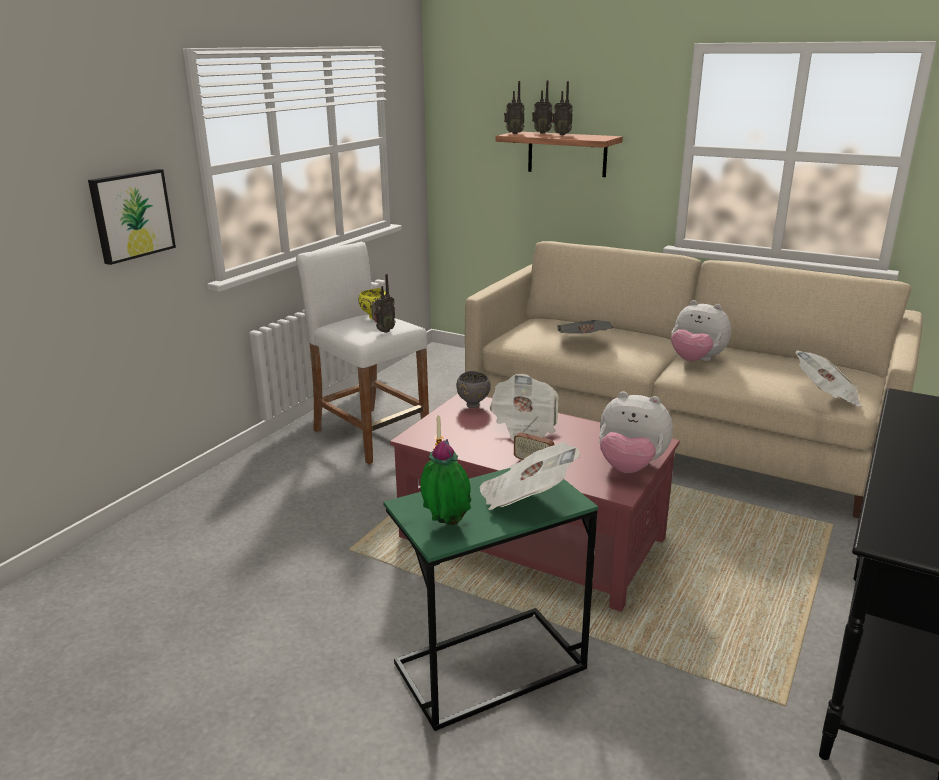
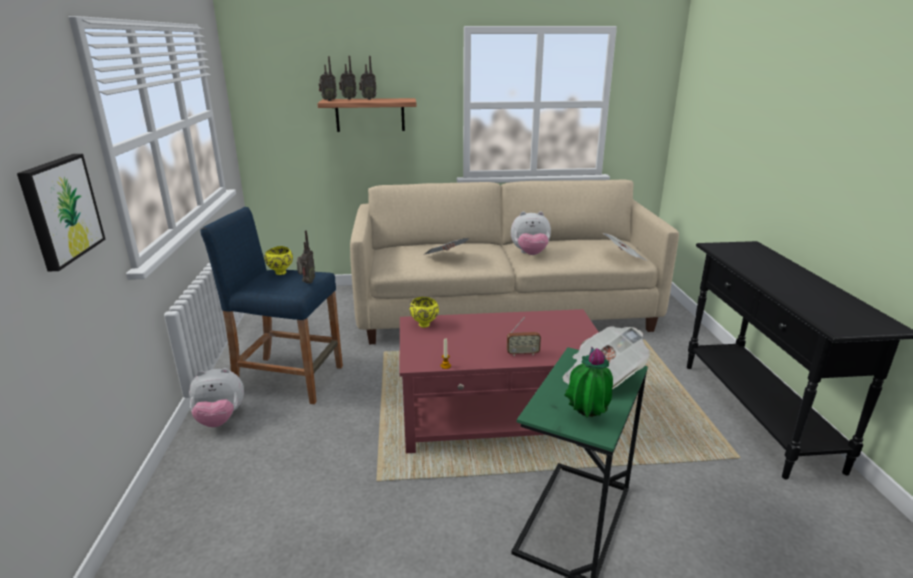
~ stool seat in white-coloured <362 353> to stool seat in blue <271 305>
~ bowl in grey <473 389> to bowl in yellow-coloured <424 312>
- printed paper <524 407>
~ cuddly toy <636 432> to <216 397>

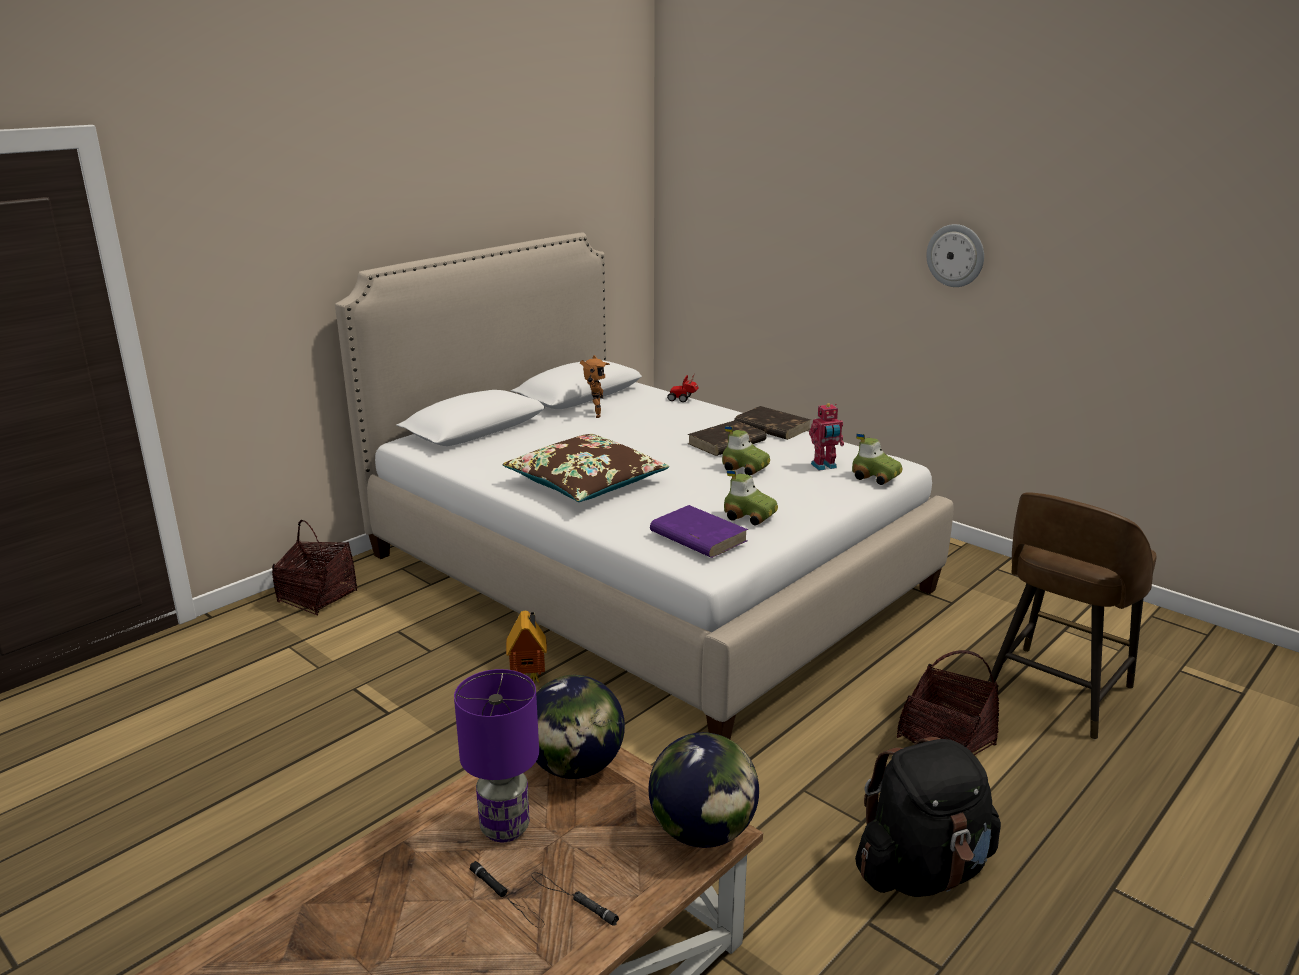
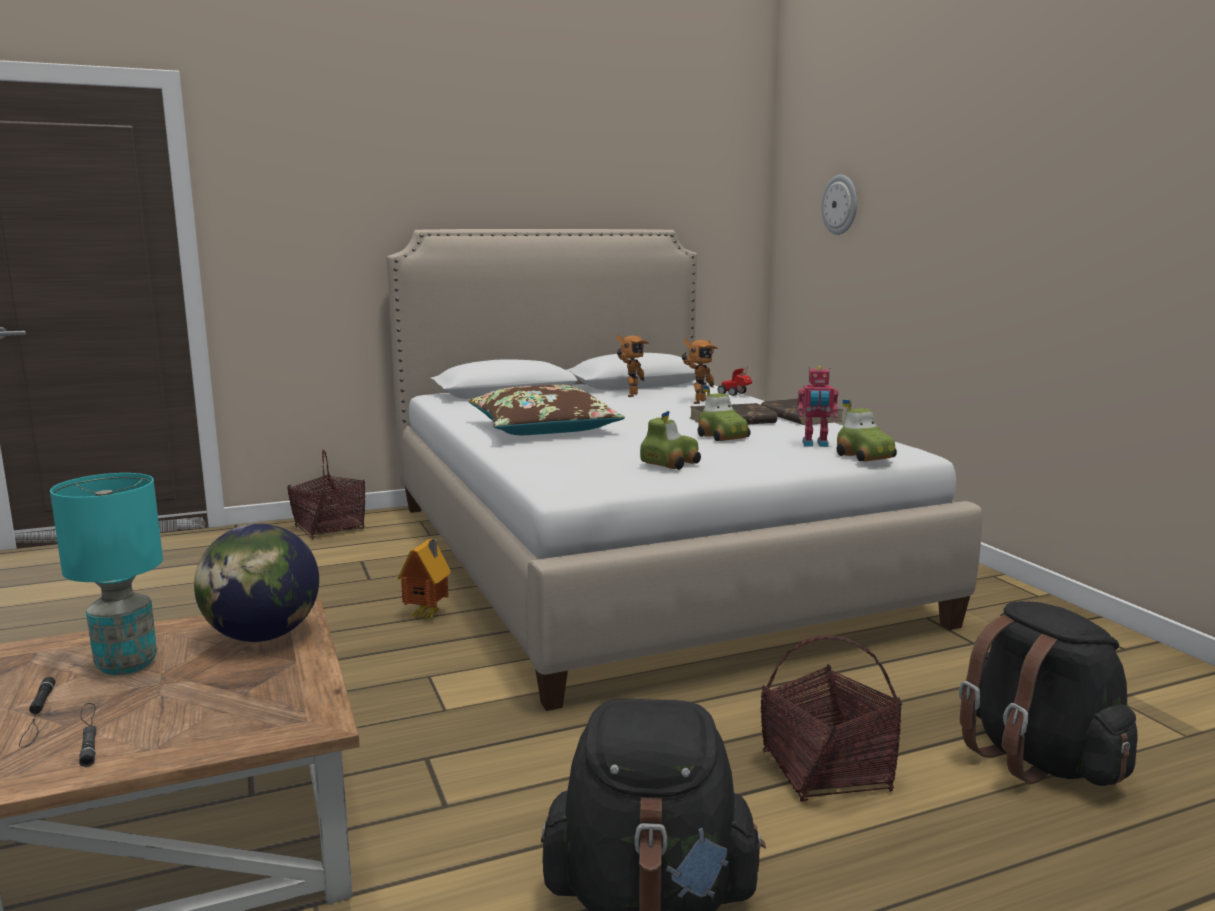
~ table lamp in purplish <496 755> to table lamp in turquoise <106 574>
- world globe <704 790>
- book in purplish <699 531>
~ model car <751 498> = <670 440> 105 degrees counterclockwise
~ hanging clock <955 255> to <839 205>
~ stool seat in brown <1070 615> to rucksack in black-coloured <1048 693>
+ model robot <700 371>

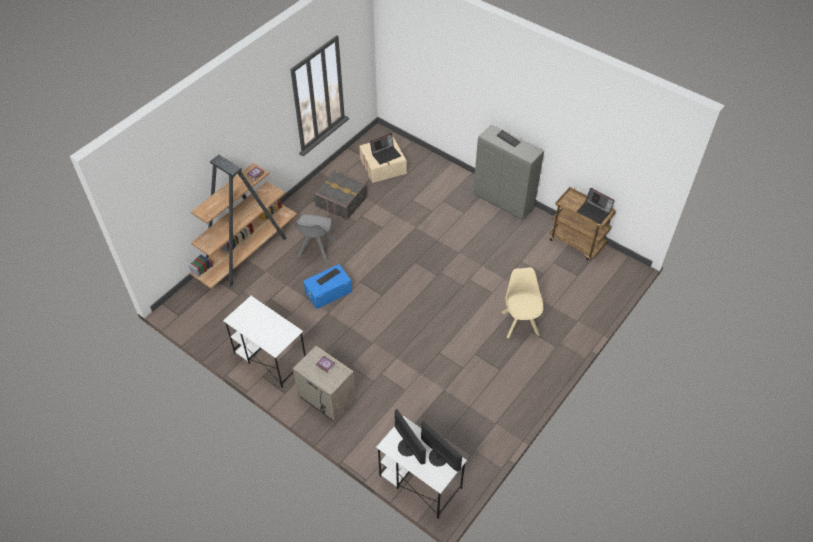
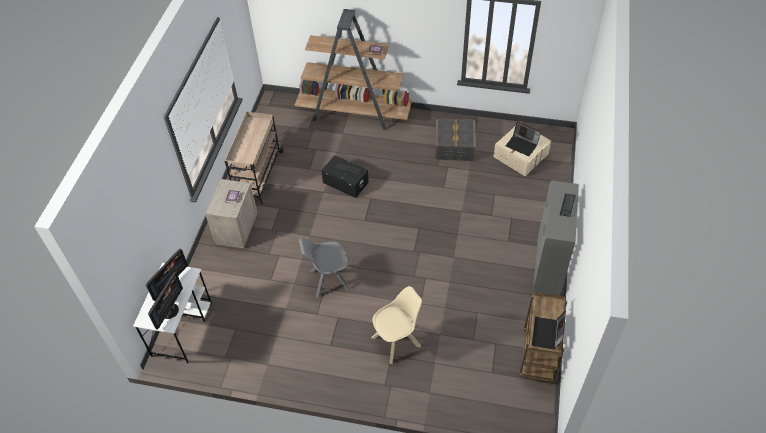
~ desk in white-coloured <264 342> to cart in sand-coloured <254 158>
~ chair in grey <315 238> to <324 267>
~ storage box in blue <327 286> to storage box in black-coloured <345 176>

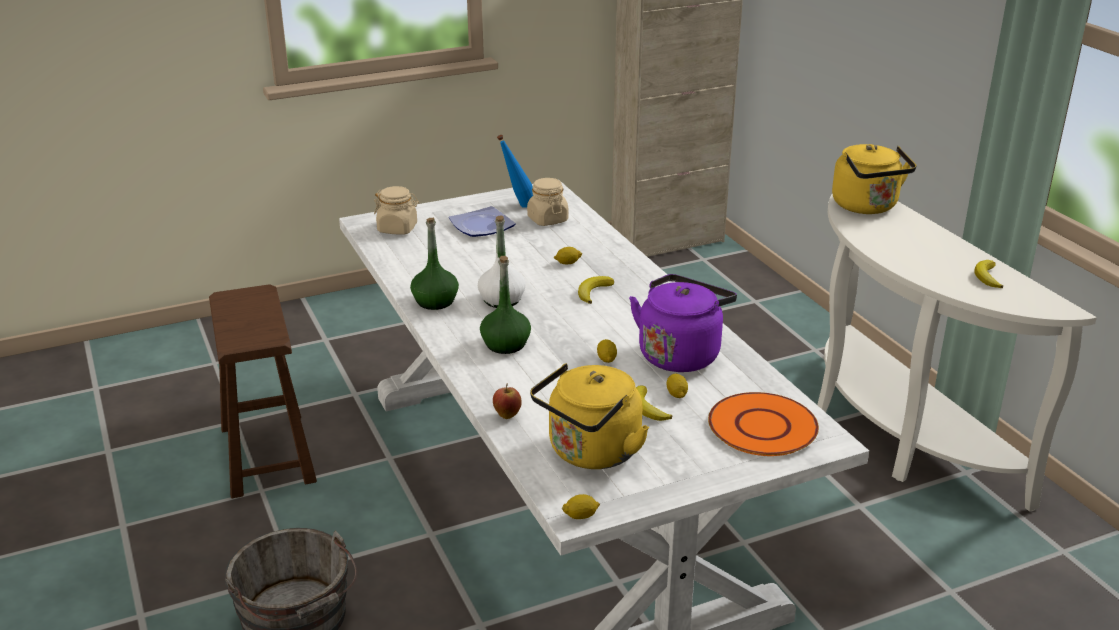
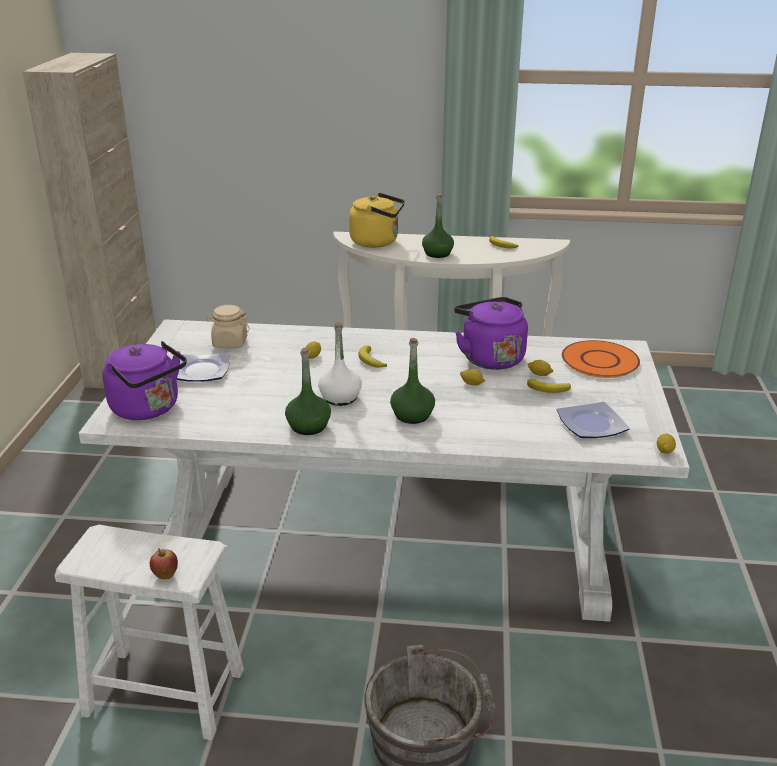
~ stool seat in brown <263 391> to stool seat in white-coloured <149 632>
~ storage jar in sand-coloured <396 210> to water kettle in purplish <145 380>
~ apple <507 401> to <164 563>
- beverage bottle in blue <515 171>
~ water kettle in yellow-coloured <589 416> to flat dish <593 420>
+ beverage bottle in green-coloured <438 226>

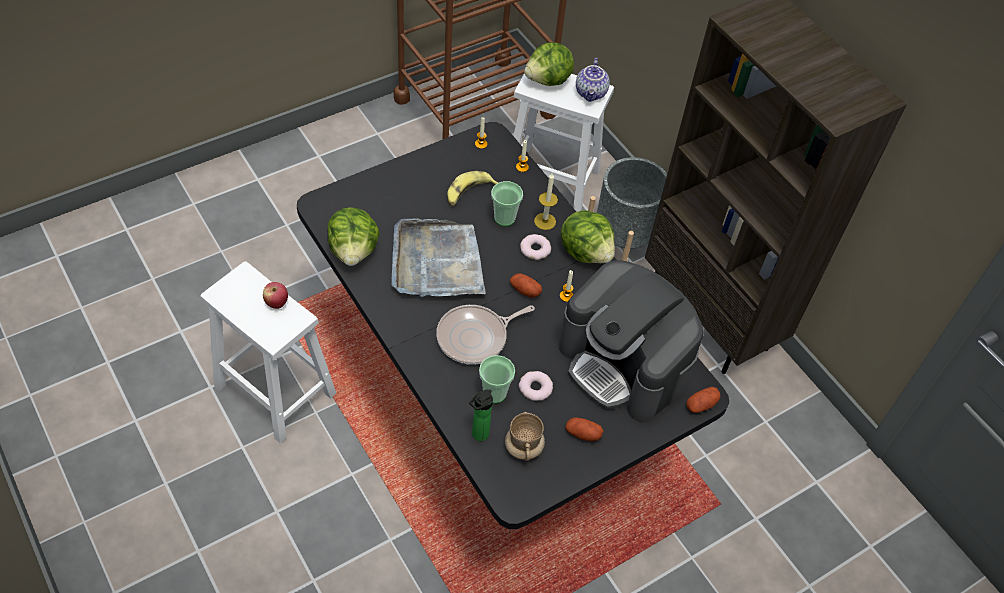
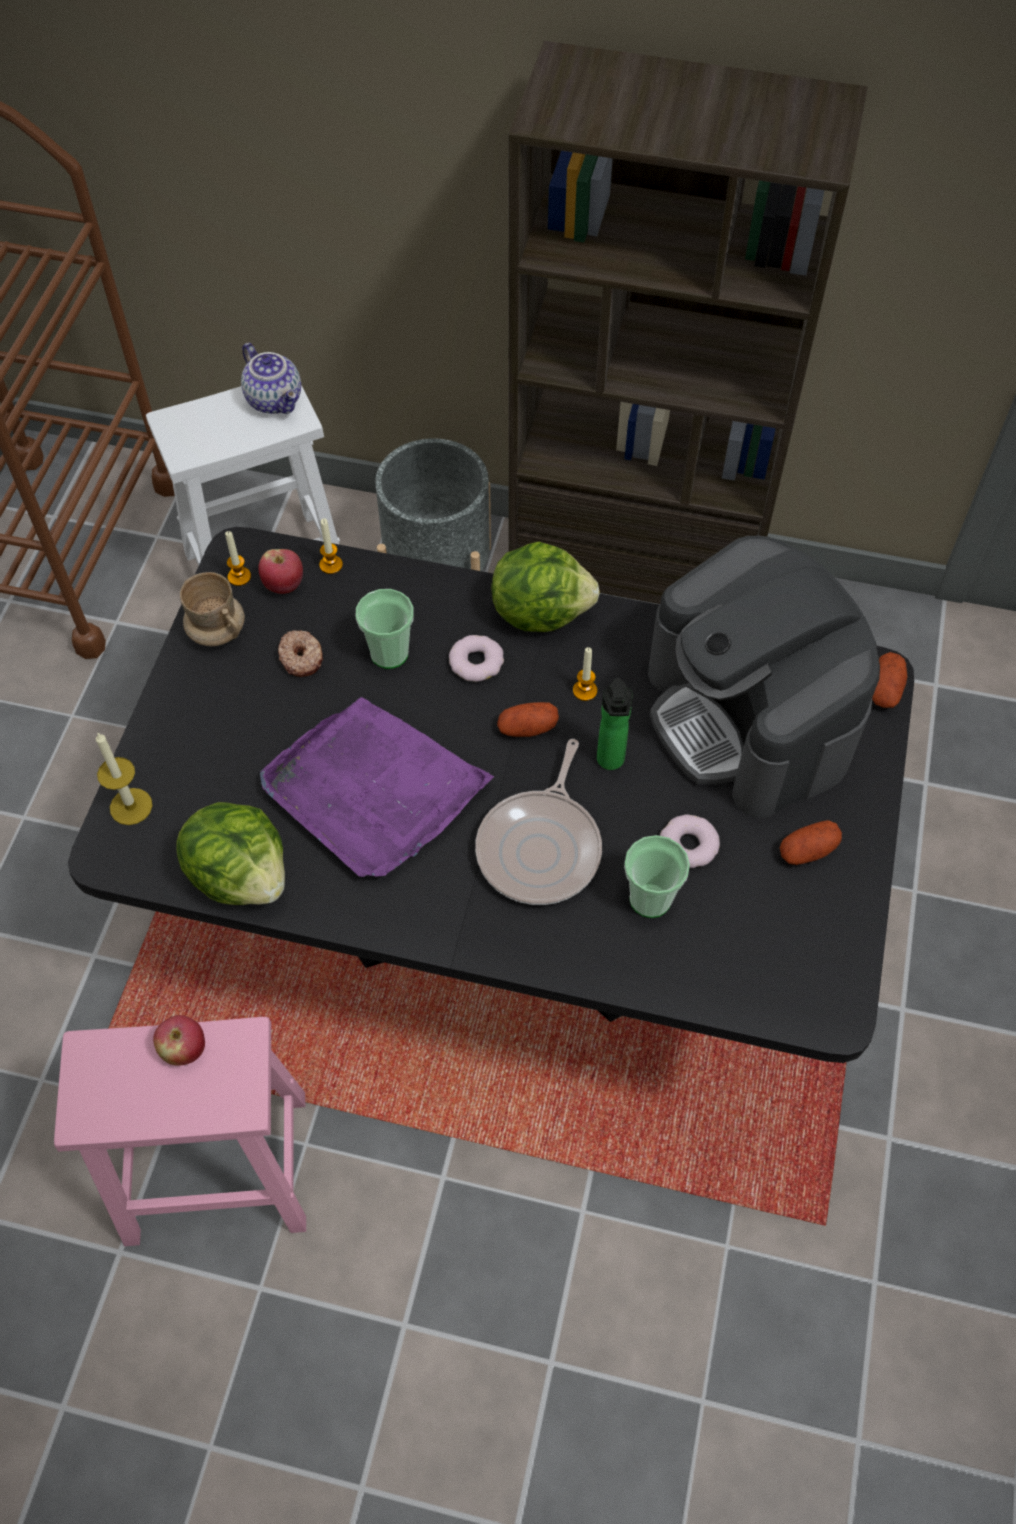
~ stool seat in white-coloured <268 352> to stool seat in pinkish <180 1131>
~ serving tray in grey <438 258> to serving tray in purplish <377 787>
~ banana <473 188> to donut <300 653>
~ beverage bottle <481 415> to <615 723>
~ coffee mug in sand-coloured <525 436> to <212 609>
- lettuce <549 64>
~ candle <546 201> to <124 778>
~ coffee maker <631 341> = <764 677> 60 degrees clockwise
+ apple <280 571>

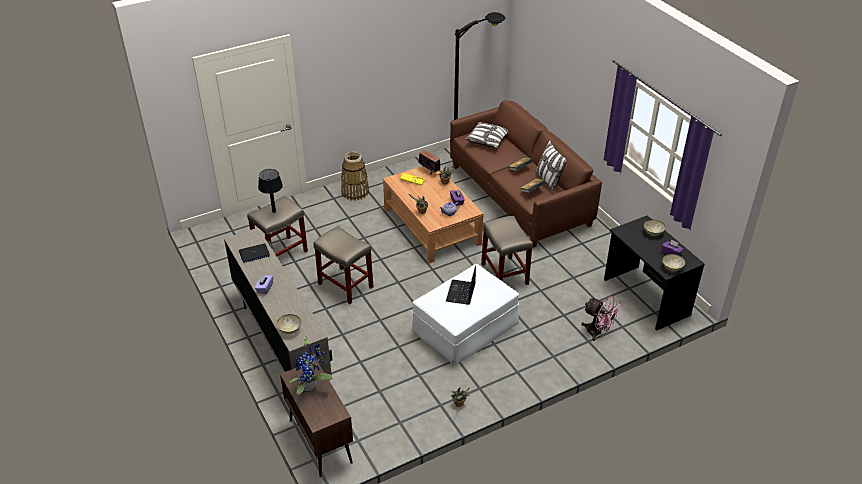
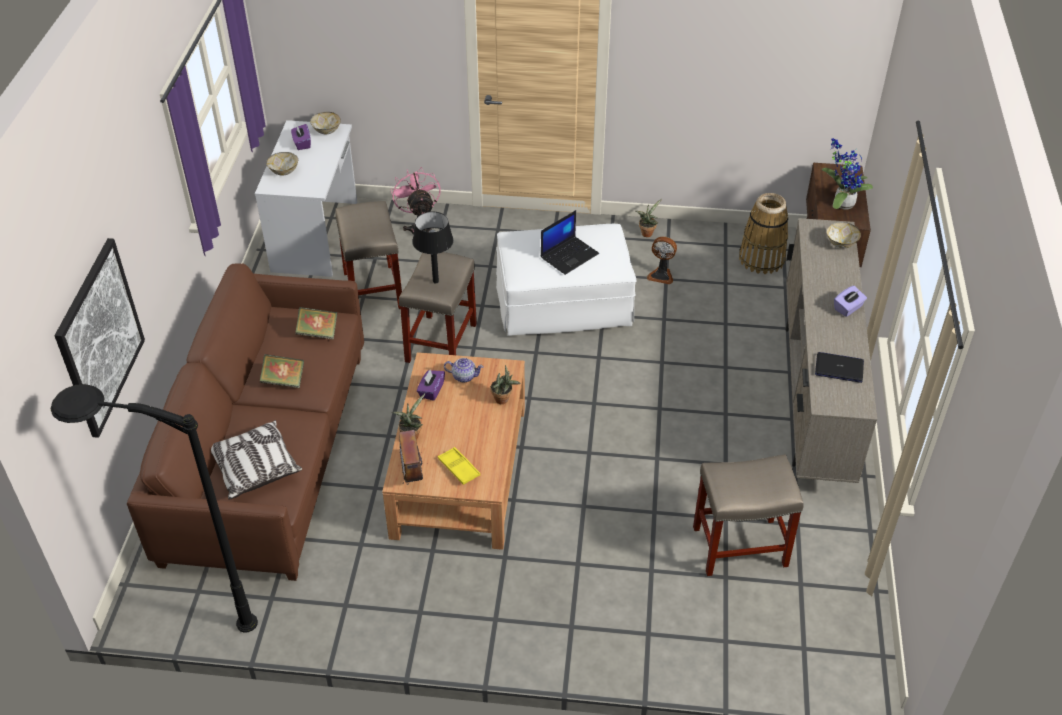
~ table lamp in black-coloured <270 191> to <432 247>
~ stool seat in sand-coloured <344 265> to <368 255>
~ storage basket <355 176> to <763 233>
- throw pillow <551 165>
~ desk in black-coloured <654 273> to desk in white-coloured <306 198>
+ picture <100 338>
+ fan <662 260>

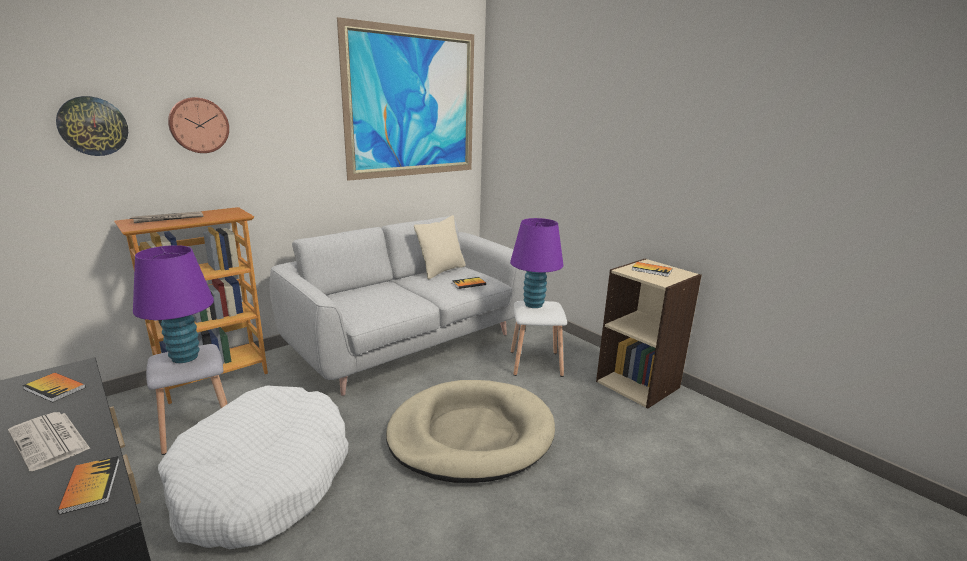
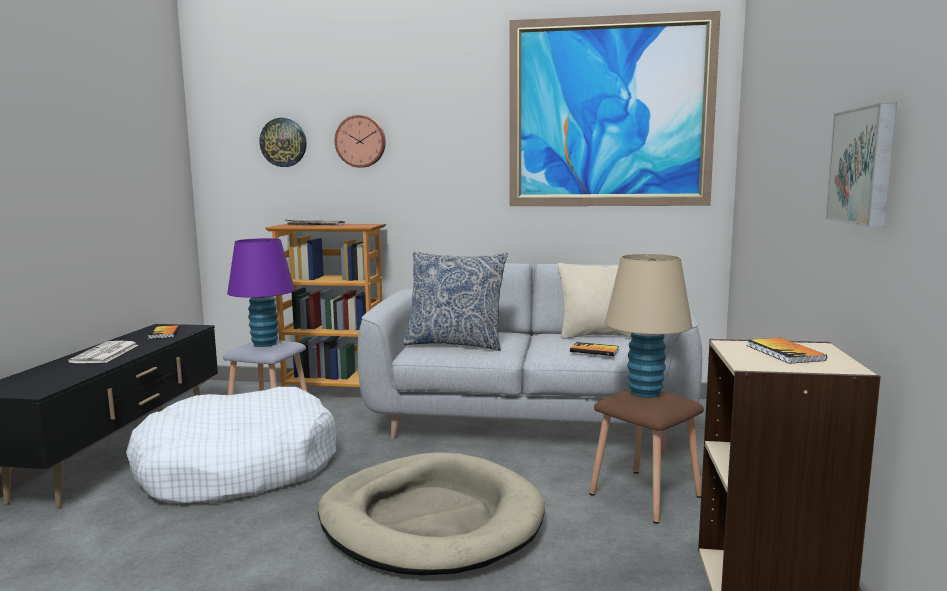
- book <88 485>
~ table lamp in purplish <536 263> to table lamp in sand-coloured <649 326>
~ stool seat in white-coloured <539 339> to stool seat in brown <646 456>
+ throw pillow <455 301>
+ picture <861 165>

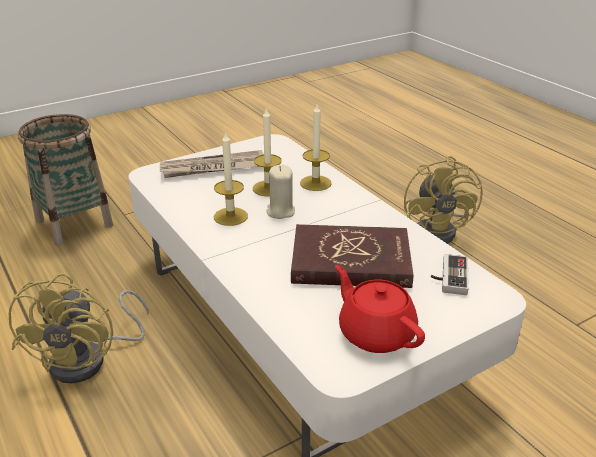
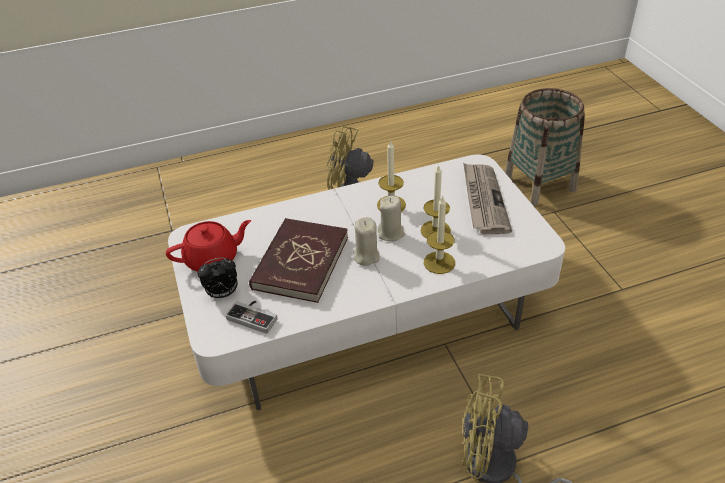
+ table clock <218 278>
+ candle in sand-coloured <366 241>

